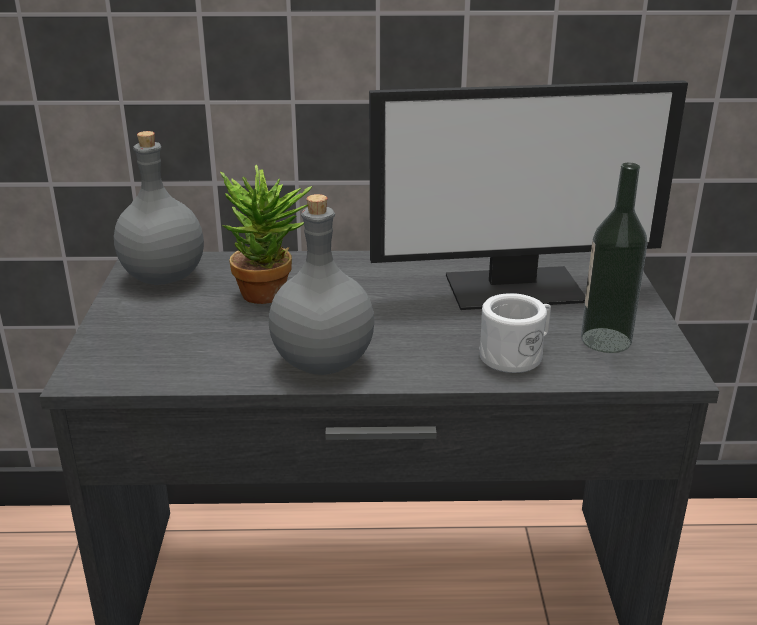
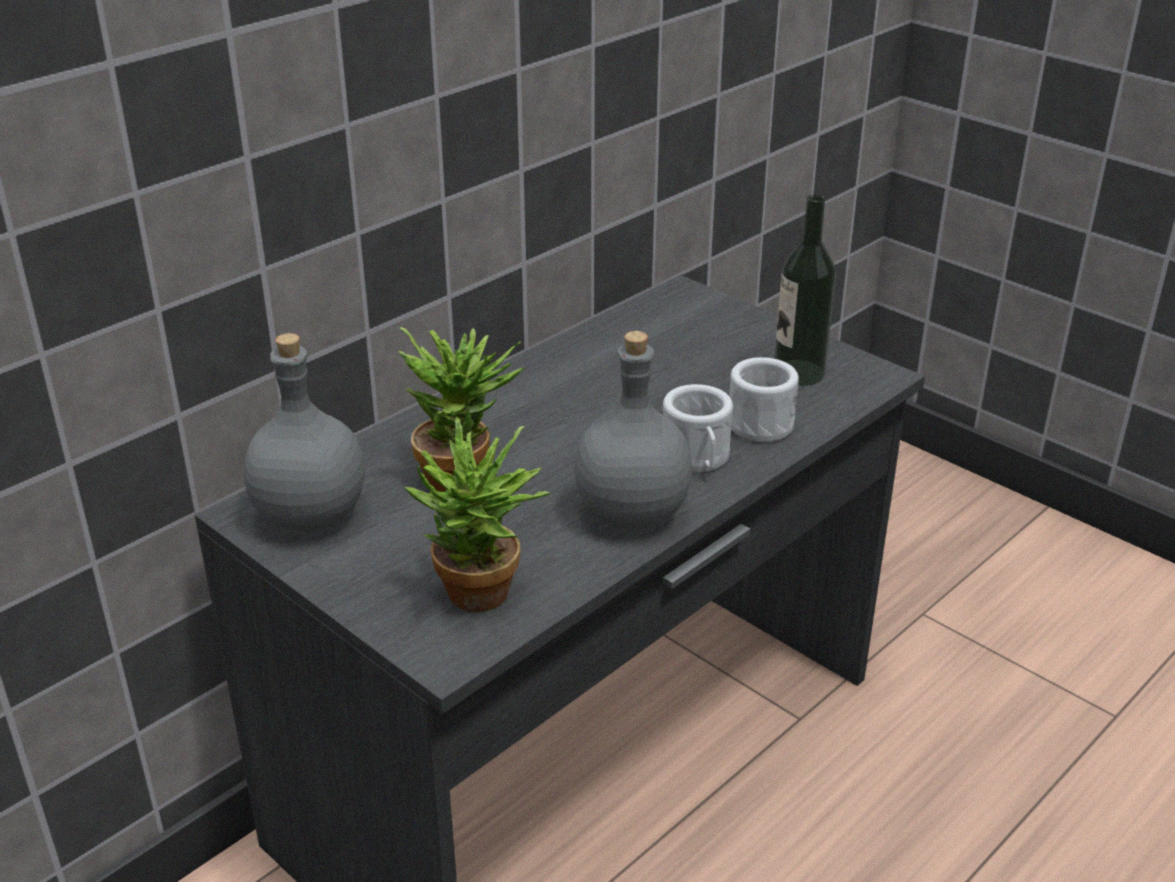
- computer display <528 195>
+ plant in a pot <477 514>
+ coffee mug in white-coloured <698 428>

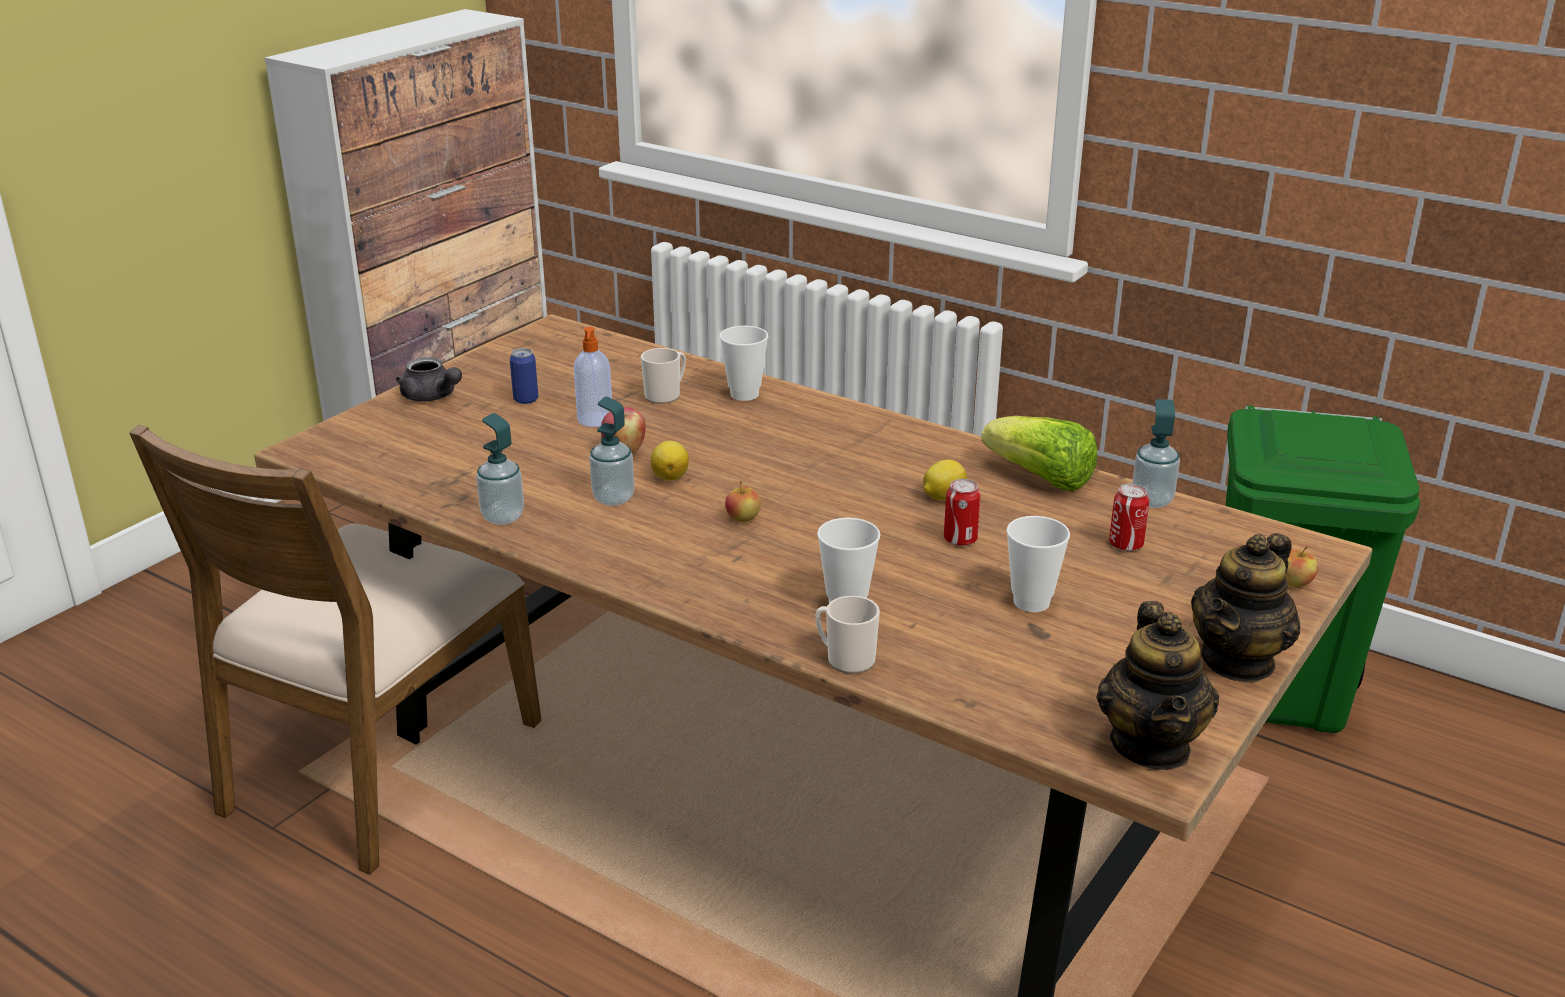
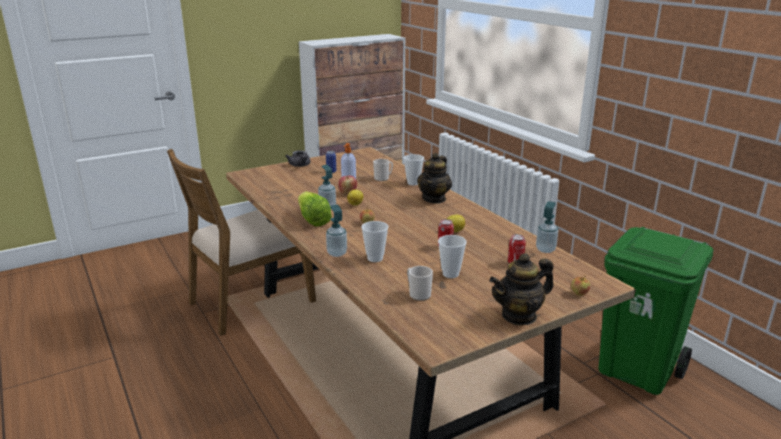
~ soap bottle <500 469> to <336 230>
~ coffee mug <847 635> to <420 283>
~ lettuce <1039 454> to <315 209>
~ teapot <1157 685> to <434 178>

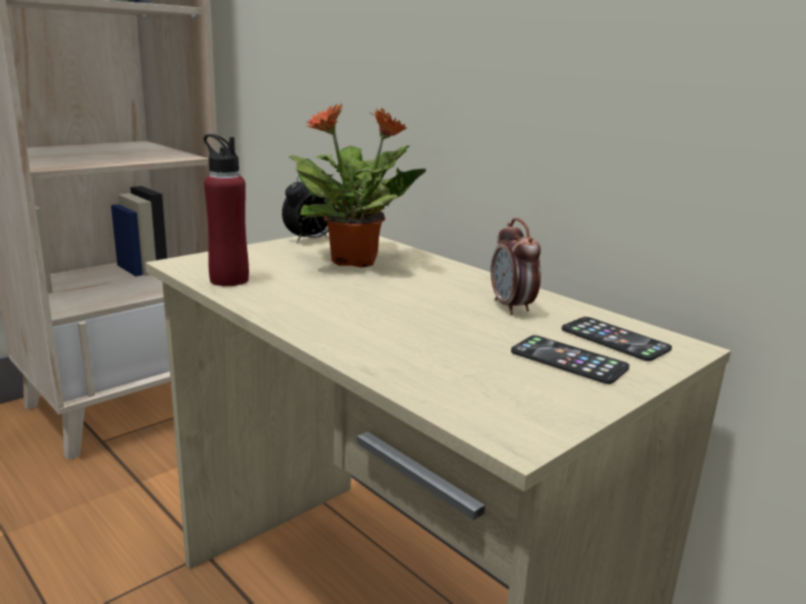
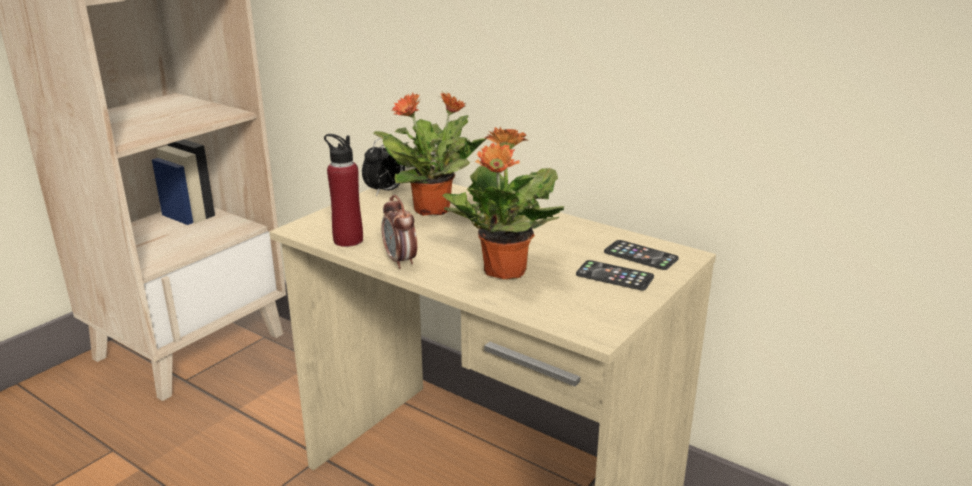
~ table clock <516 266> to <399 232>
+ plant in a pot <503 203>

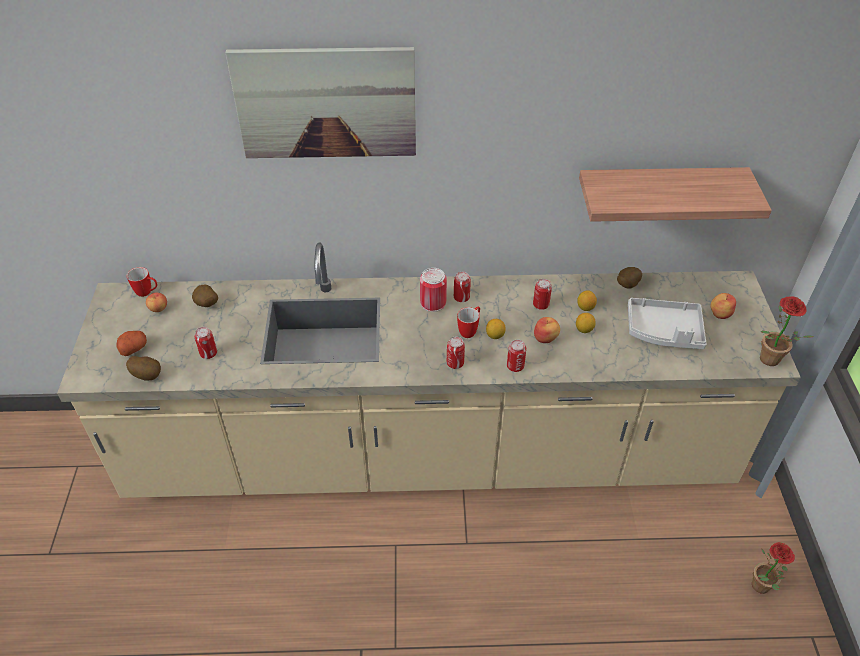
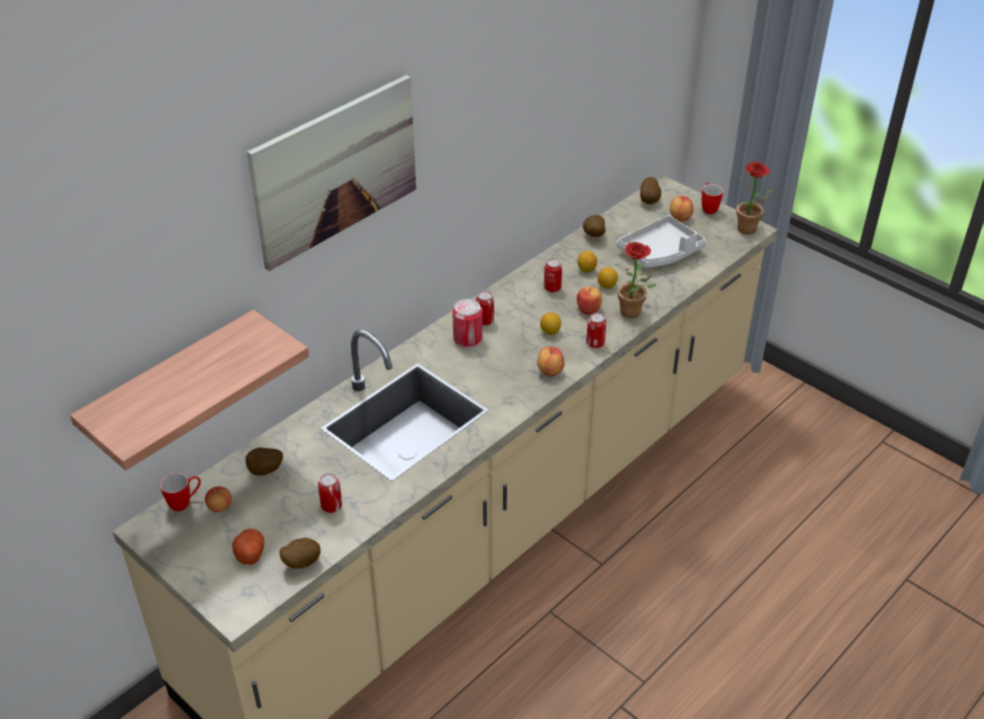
~ sealed can <456 353> to apple <551 361>
~ coffee mug <468 322> to <712 198>
~ wall shelf <675 194> to <189 390>
~ plant in a pot <773 568> to <636 280>
+ potato <650 190>

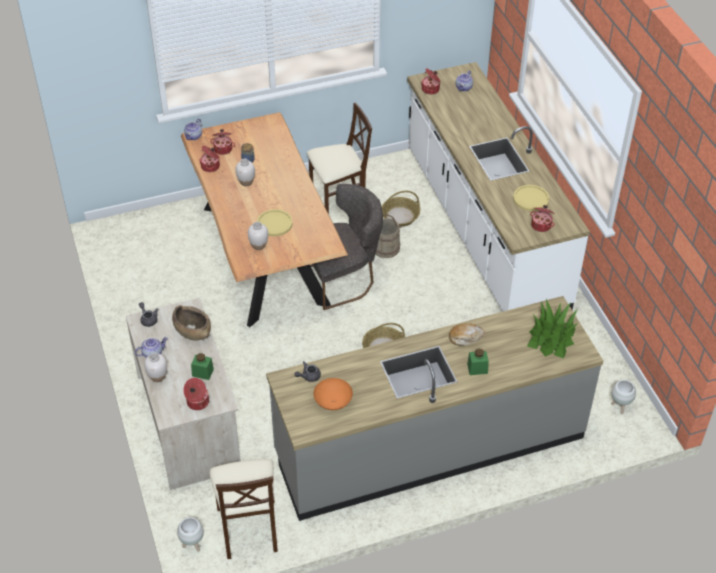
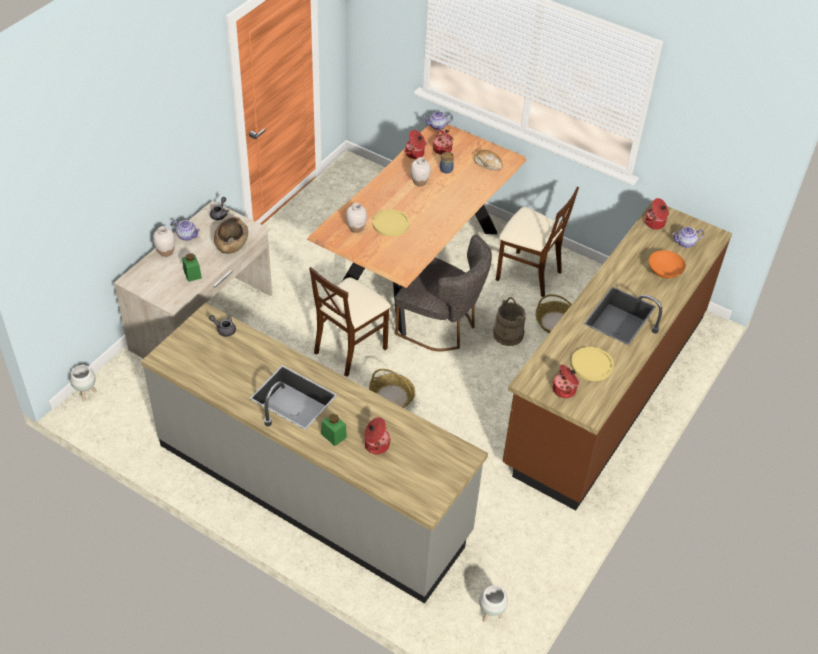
~ stockpot <196 394> to <378 435>
~ chair in sand-coloured <243 509> to <350 322>
~ bowl in orangey <333 394> to <667 264>
~ kitchen counter in white-coloured <498 187> to kitchen counter in brown <617 355>
~ bread <467 335> to <488 160>
- plant in a pot <552 329>

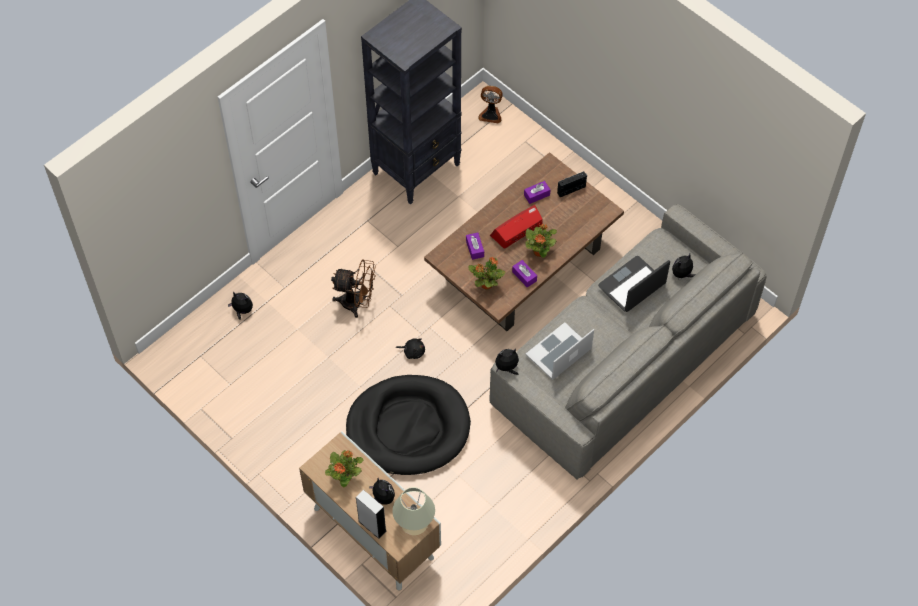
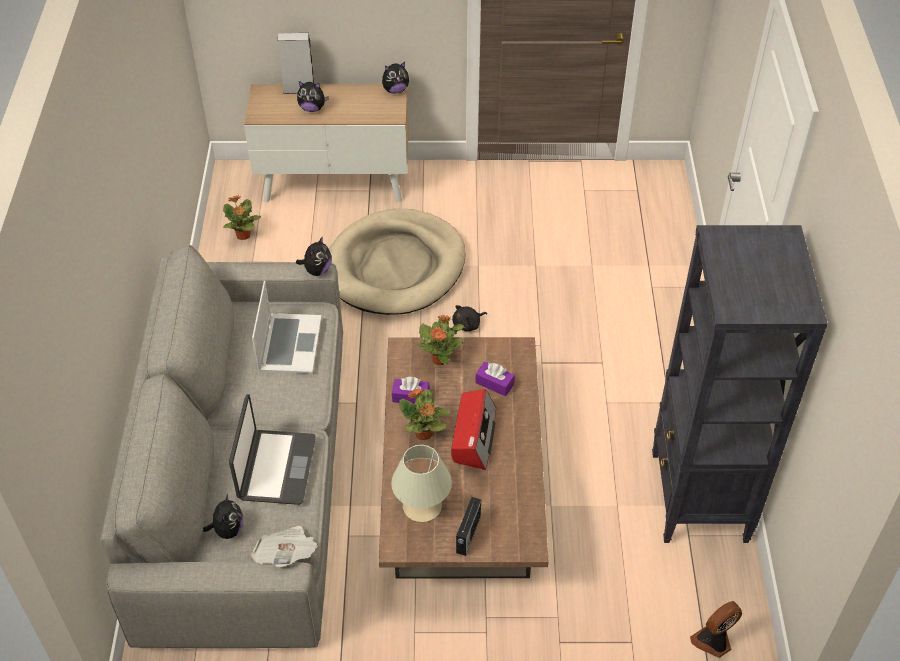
~ cuddly toy <240 306> to <395 78>
~ plant in a pot <344 469> to <242 218>
- fan in brown <353 288>
~ dog bed in black-coloured <408 425> to dog bed in sand-coloured <397 262>
~ table lamp in sand-coloured <413 511> to <421 484>
- tissue holder in purplish <537 192>
+ printed paper <284 546>

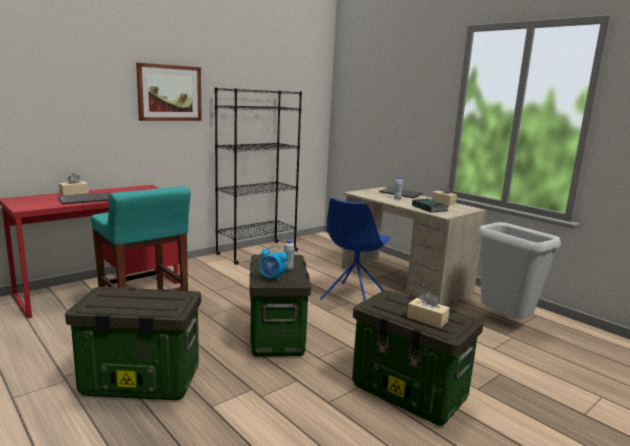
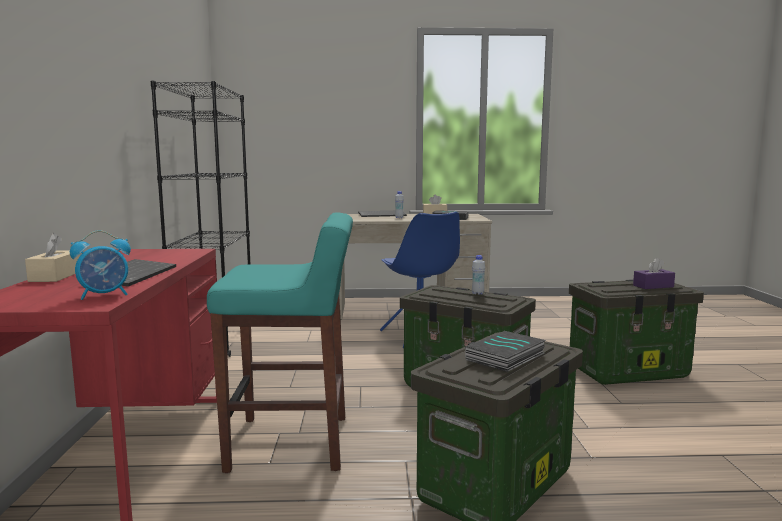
- picture <169 92>
~ table clock <273 263> to <100 265>
~ tissue holder in sand-coloured <428 309> to tissue holder in purplish <654 273>
- waste bin in grey <519 270>
+ book <505 351>

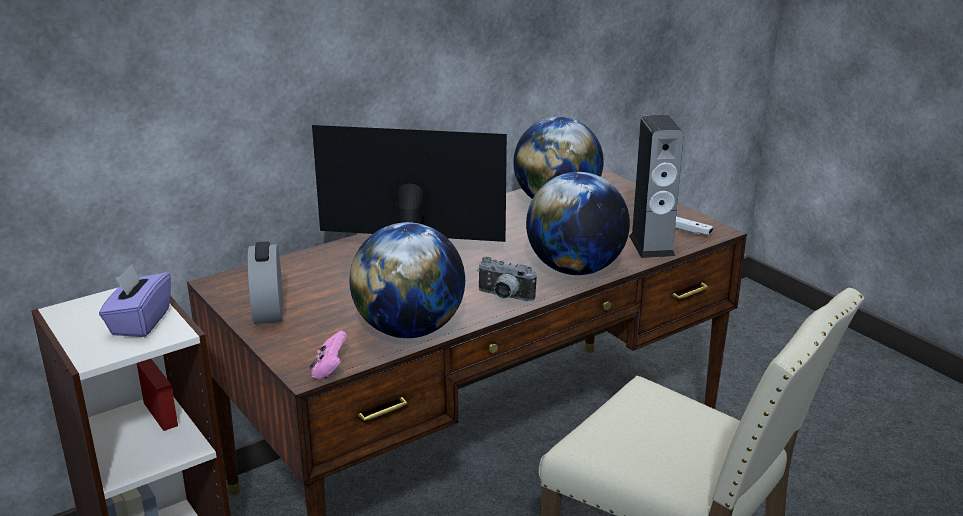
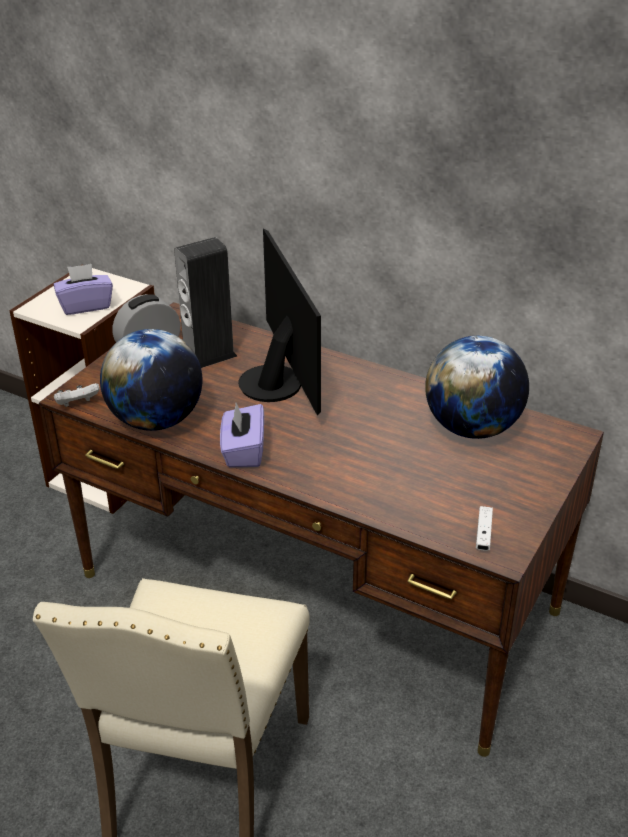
~ gamepad in pinkish <328 355> to gamepad in white-coloured <77 395>
~ still camera <507 279> to tissue holder in purplish <242 435>
- world globe <578 223>
~ loudspeaker <656 186> to <205 302>

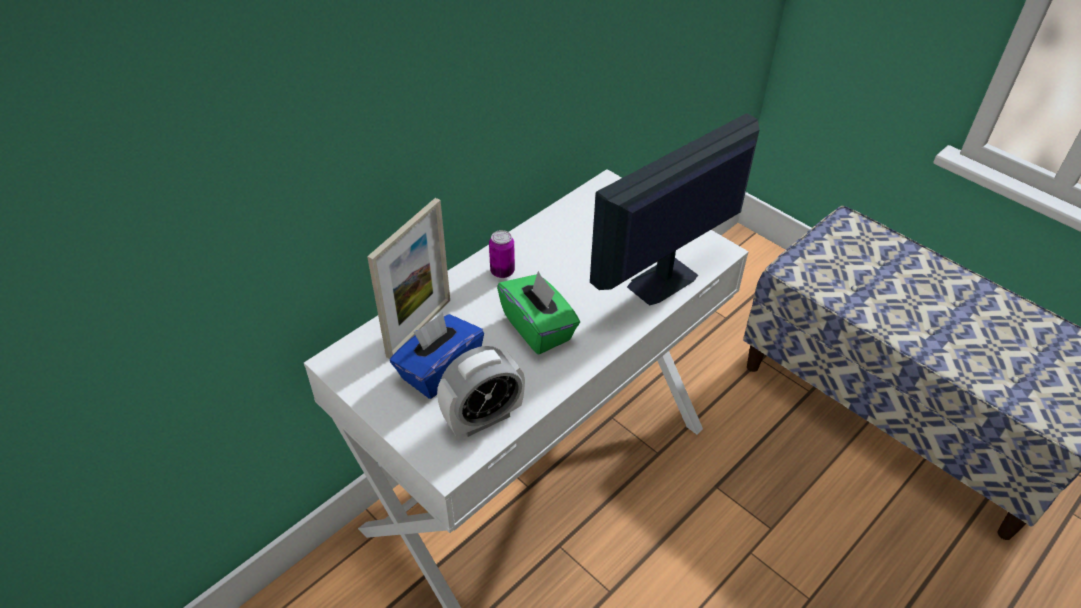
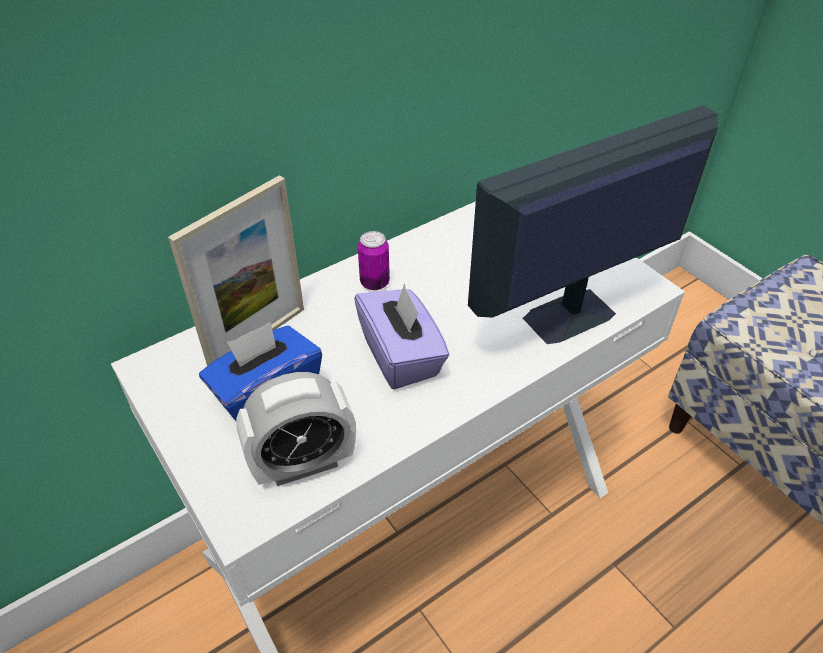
~ tissue holder in green-coloured <538 312> to tissue holder in purplish <402 336>

